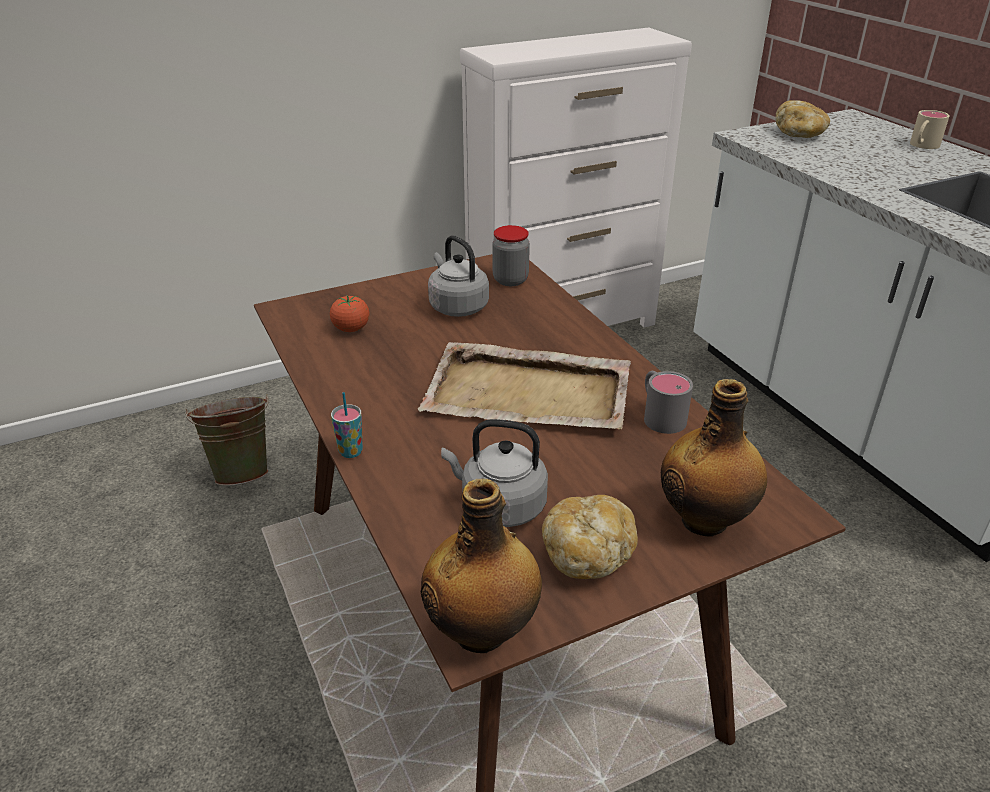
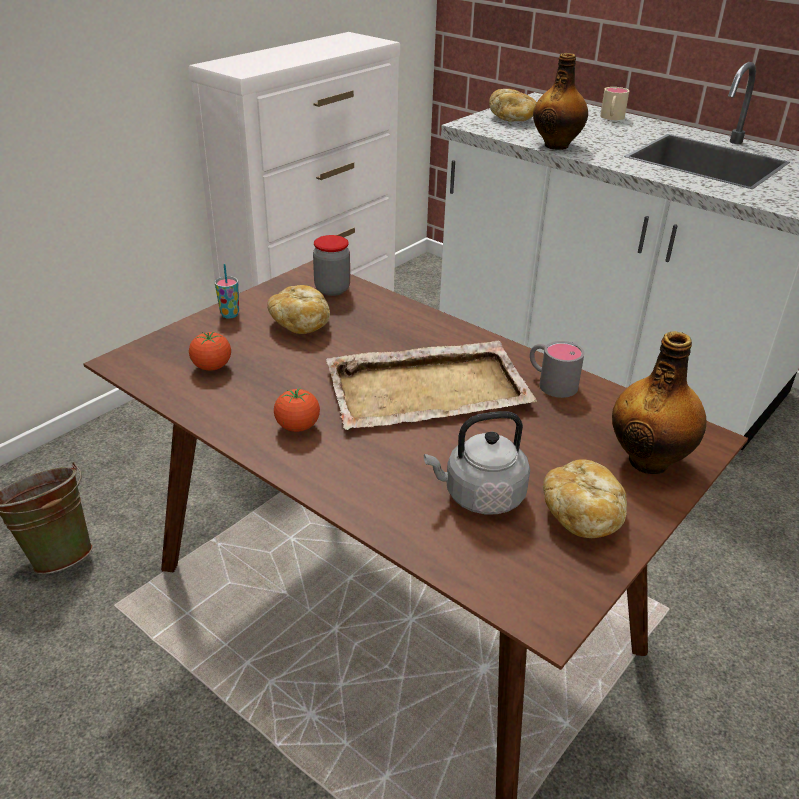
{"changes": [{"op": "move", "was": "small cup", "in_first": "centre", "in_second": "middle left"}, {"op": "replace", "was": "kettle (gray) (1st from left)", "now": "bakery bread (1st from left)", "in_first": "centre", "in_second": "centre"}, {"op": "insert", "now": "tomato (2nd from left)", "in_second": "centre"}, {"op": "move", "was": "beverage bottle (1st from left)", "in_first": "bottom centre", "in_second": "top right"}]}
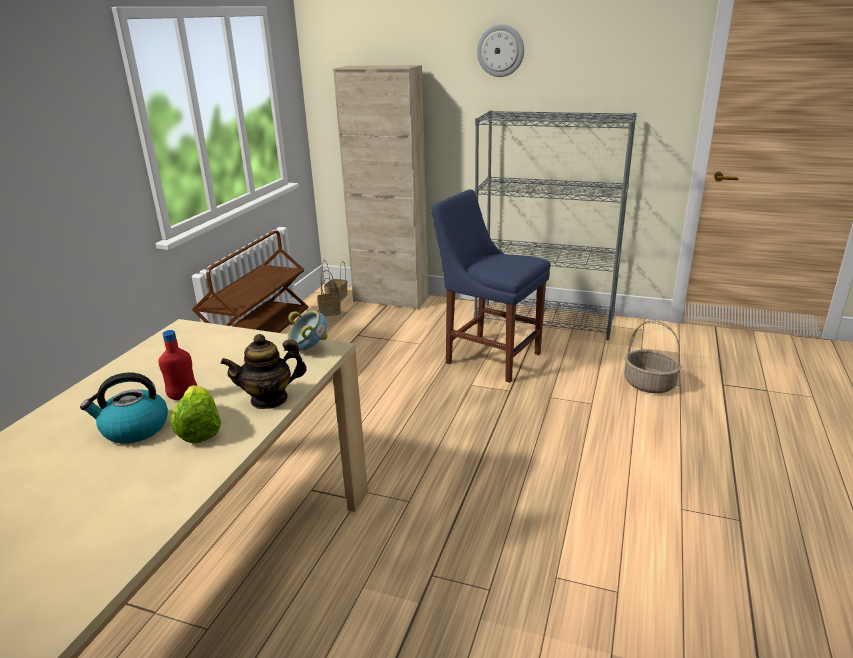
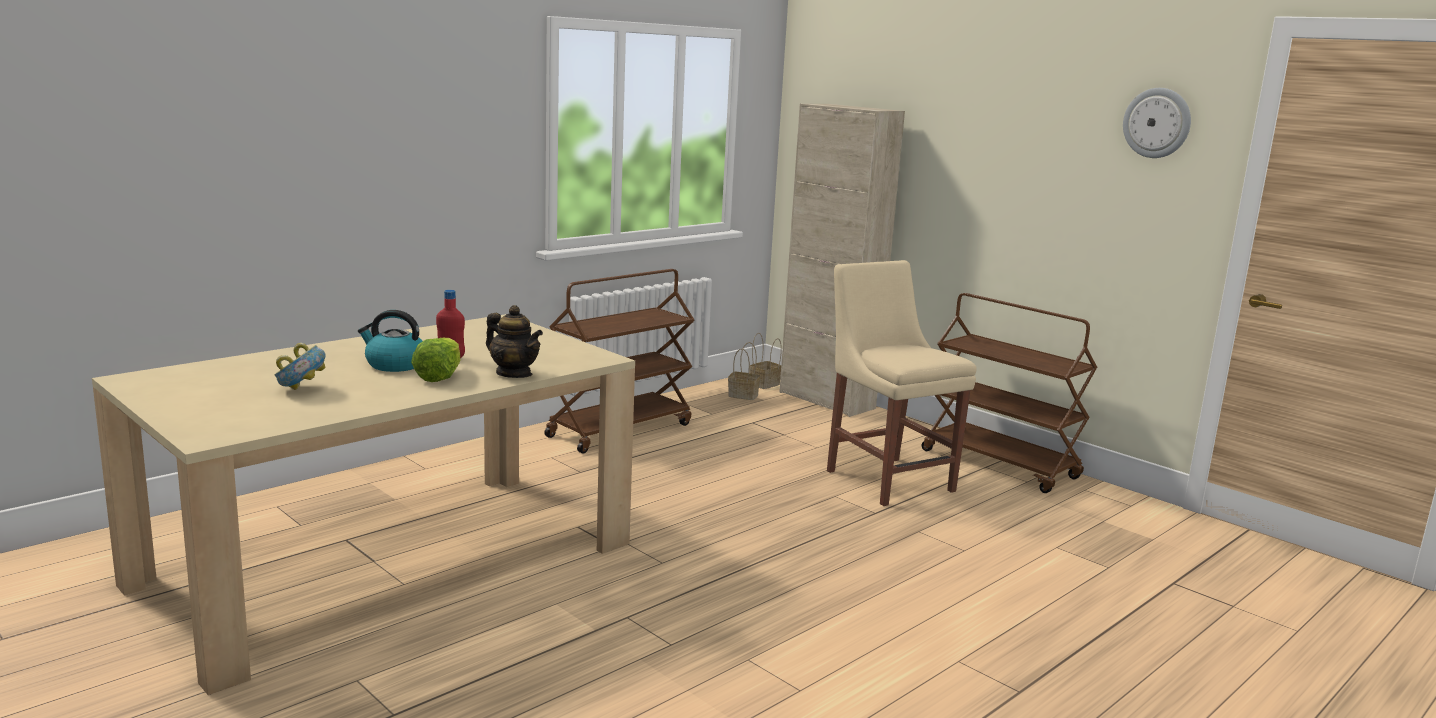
{"changes": [{"op": "move", "was": "serving bowl", "in_first": "centre", "in_second": "middle left"}, {"op": "rotate", "was": "tea pot", "in_first": "middle left", "in_second": "centre", "clockwise": -150}, {"op": "recolor", "was": "chair (blue-coloured)", "now": "chair (sand-coloured)", "in_first": "centre", "in_second": "centre"}, {"op": "replace", "was": "bookcase (gray)", "now": "trolley (brownish) (2nd from left)", "in_first": "centre", "in_second": "middle right"}, {"op": "move", "was": "wall clock", "in_first": "top centre", "in_second": "top right"}, {"op": "delete", "was": "storage basket (3rd from left)", "in_first": "middle right"}]}
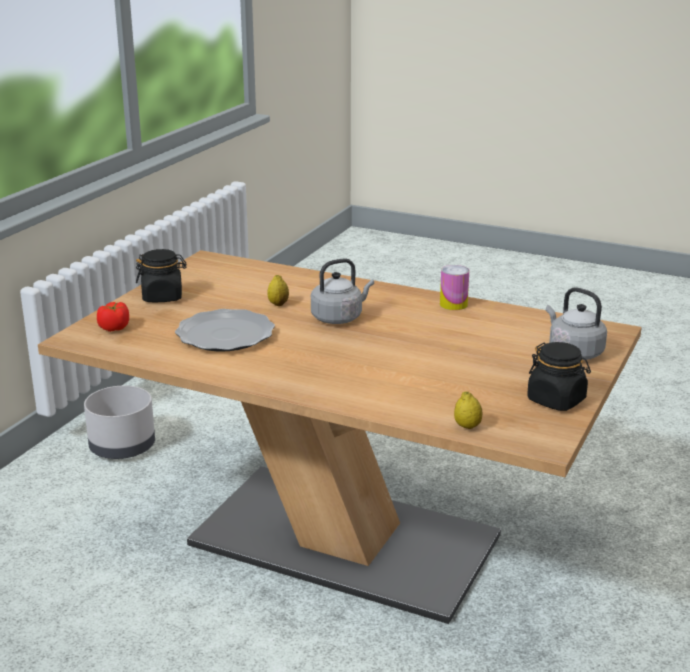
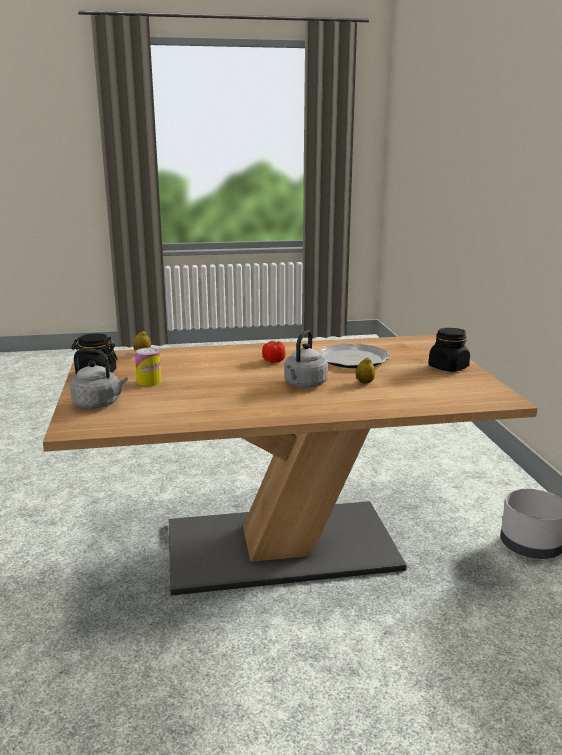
{"changes": [{"op": "move", "was": "can", "in_first": "centre", "in_second": "middle left"}, {"op": "move", "was": "tomato", "in_first": "middle left", "in_second": "centre"}]}
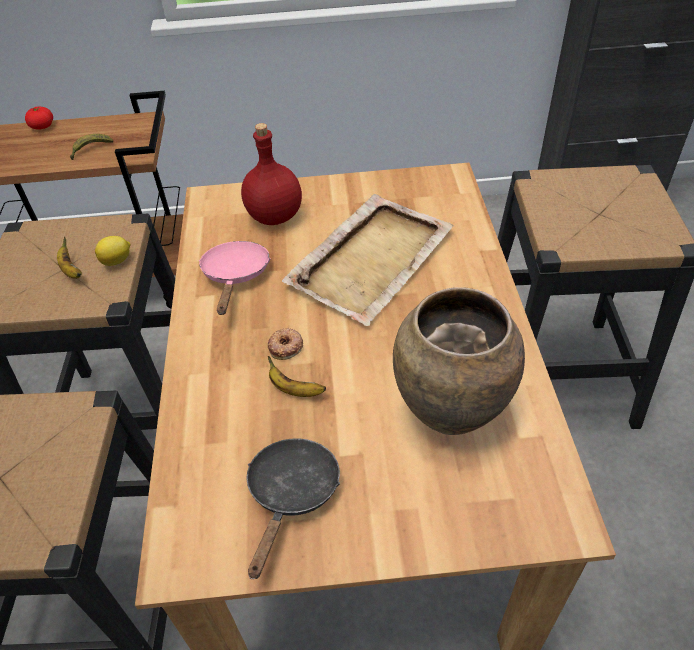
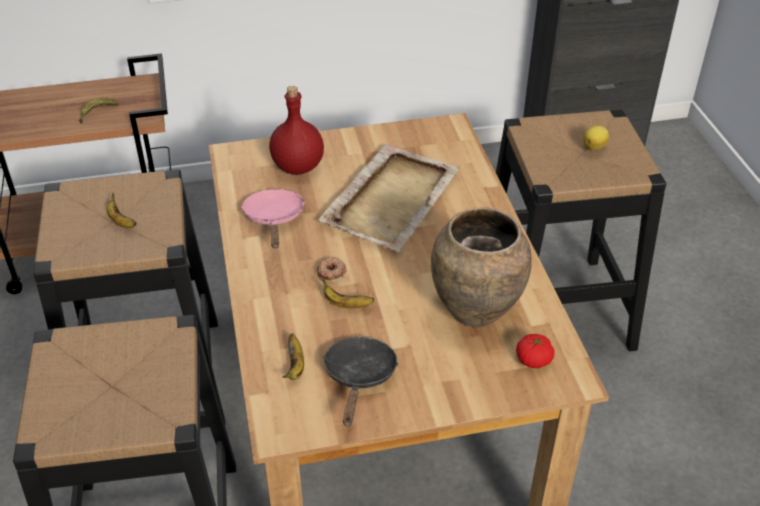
{"changes": [{"op": "insert", "now": "banana fruit (3rd from left)", "in_second": "bottom centre"}, {"op": "move", "was": "tomato", "in_first": "top left", "in_second": "bottom right"}, {"op": "move", "was": "whole lemon", "in_first": "middle left", "in_second": "top right"}]}
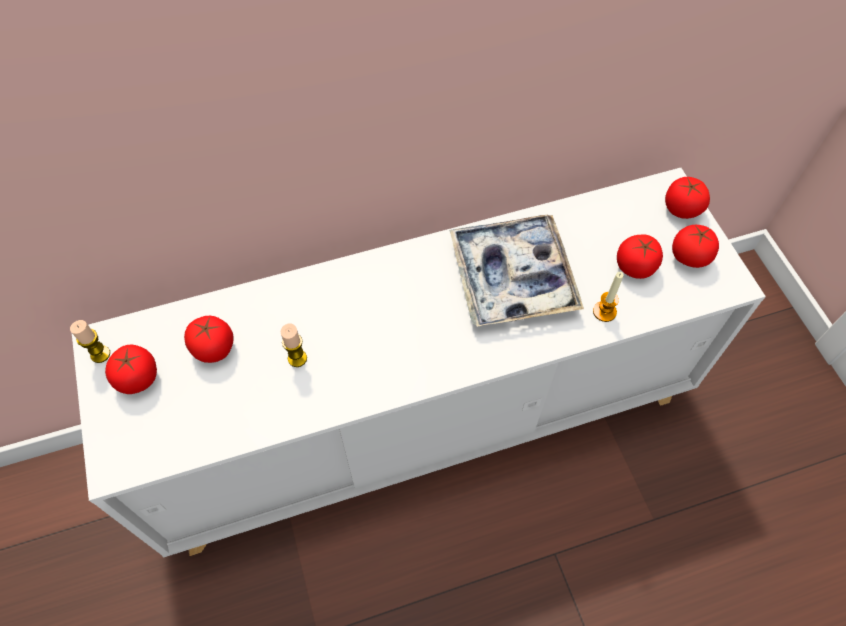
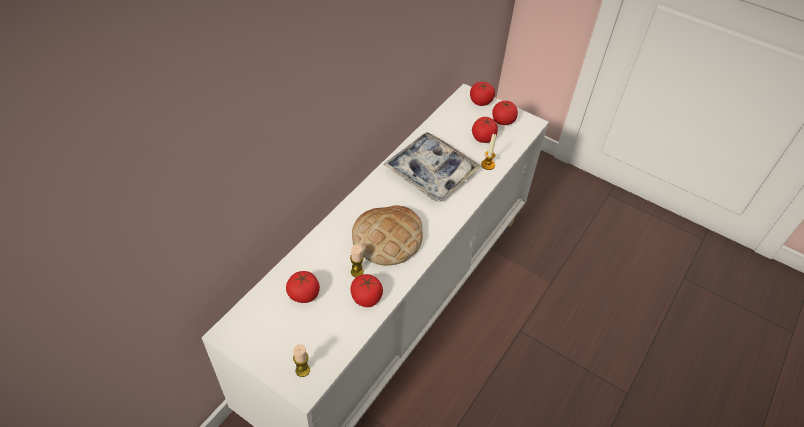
{"changes": [{"op": "move", "was": "wax light (1st from left)", "in_first": "middle left", "in_second": "bottom centre"}, {"op": "move", "was": "tomato (1st from left in the first image)", "now": "tomato (2nd from left)", "in_first": "middle left", "in_second": "bottom centre"}, {"op": "insert", "now": "bakery bread", "in_second": "centre"}]}
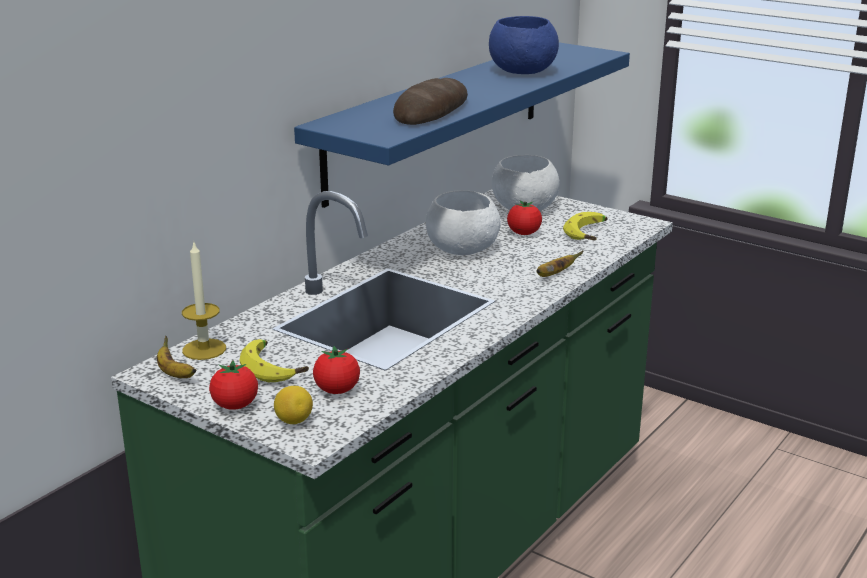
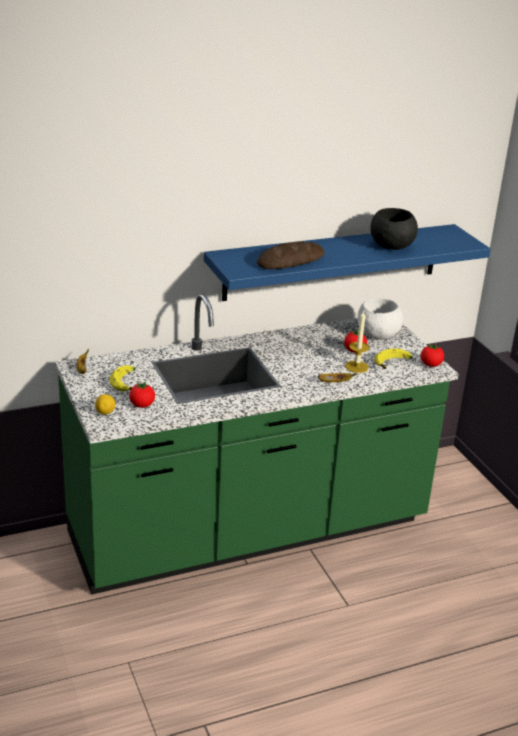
{"changes": [{"op": "move", "was": "wax light", "in_first": "middle left", "in_second": "middle right"}, {"op": "recolor", "was": "serving bowl (blue-coloured)", "now": "serving bowl (black)", "in_first": "top centre", "in_second": "top right"}, {"op": "move", "was": "tomato (1st from left in the first image)", "now": "tomato (3rd from left)", "in_first": "middle left", "in_second": "middle right"}, {"op": "delete", "was": "serving bowl (white) (1st from left)", "in_first": "centre"}]}
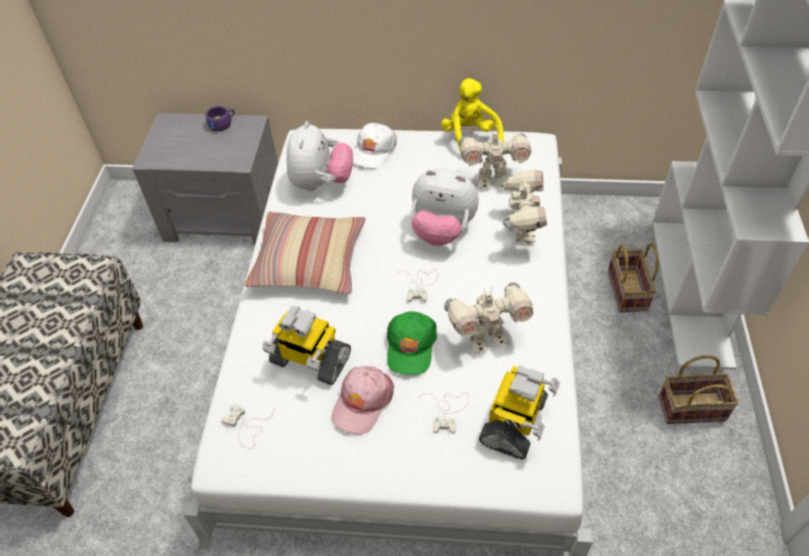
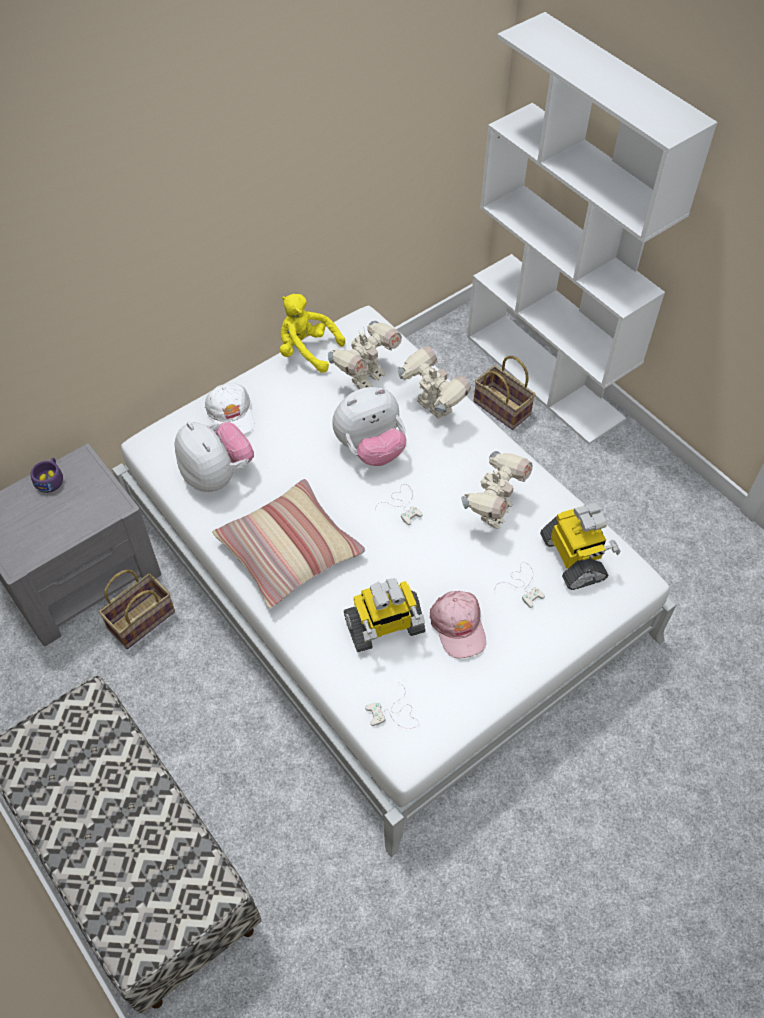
{"changes": [{"op": "move", "was": "storage basket (2nd from left in the first image)", "now": "storage basket (1st from left)", "in_first": "bottom right", "in_second": "middle left"}, {"op": "delete", "was": "baseball cap (greenish)", "in_first": "centre"}]}
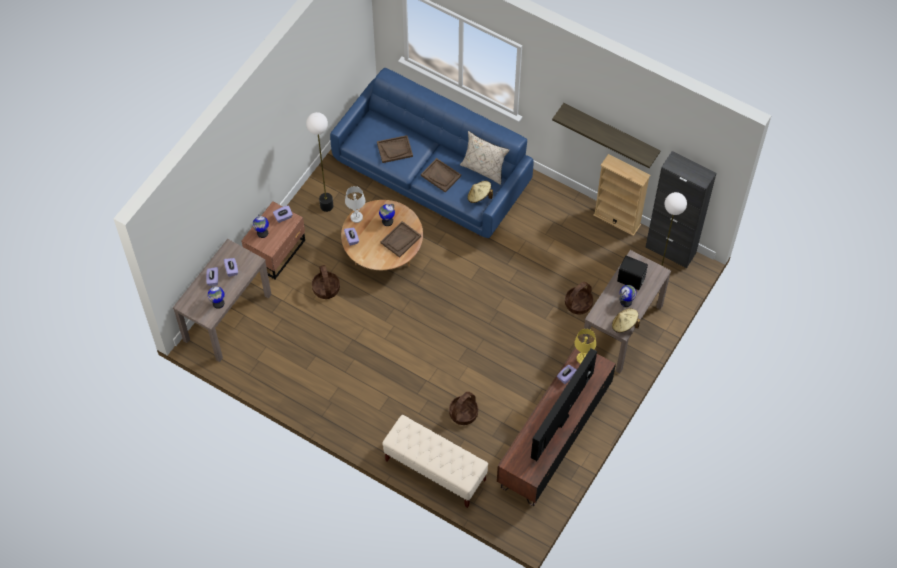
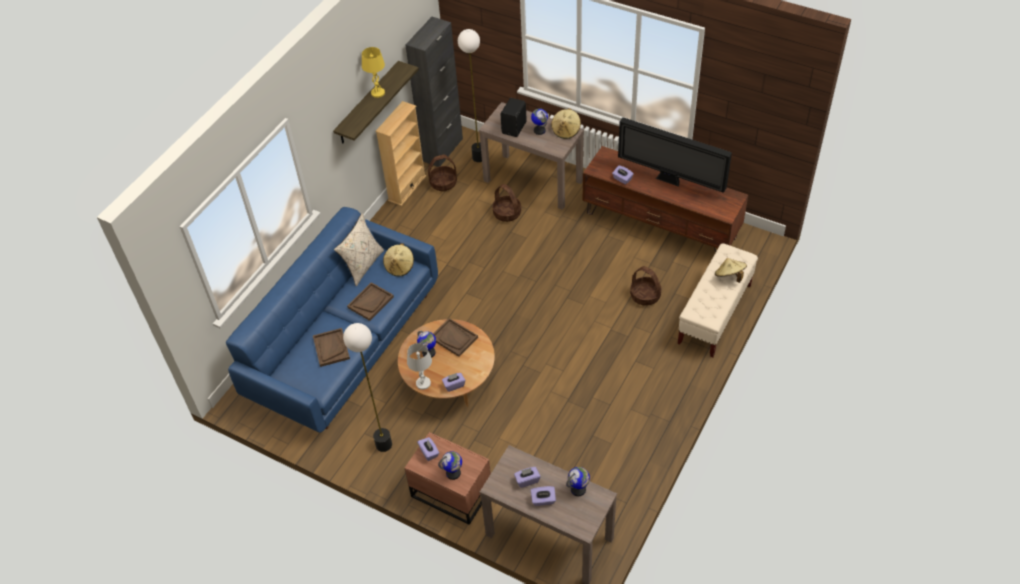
{"changes": [{"op": "move", "was": "tabletop lamp (yellow)", "in_first": "centre", "in_second": "top centre"}, {"op": "move", "was": "storage basket (1st from left)", "in_first": "centre", "in_second": "top centre"}, {"op": "insert", "now": "hat (sand-coloured) (3rd from left)", "in_second": "middle right"}]}
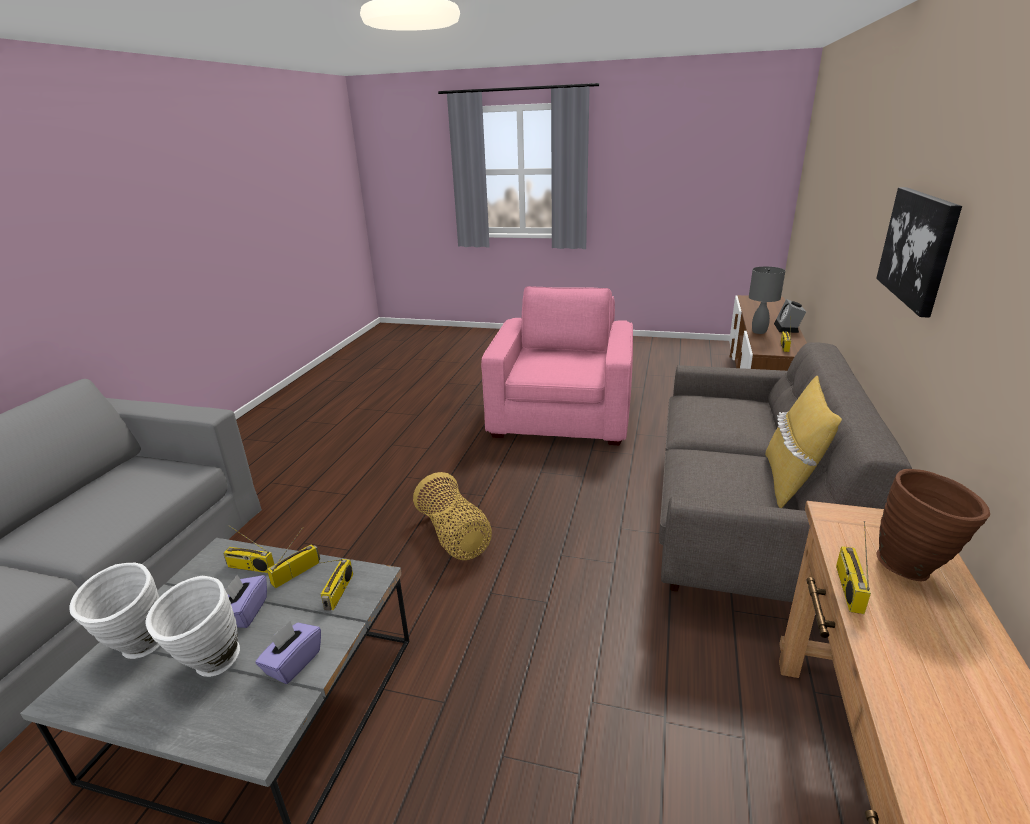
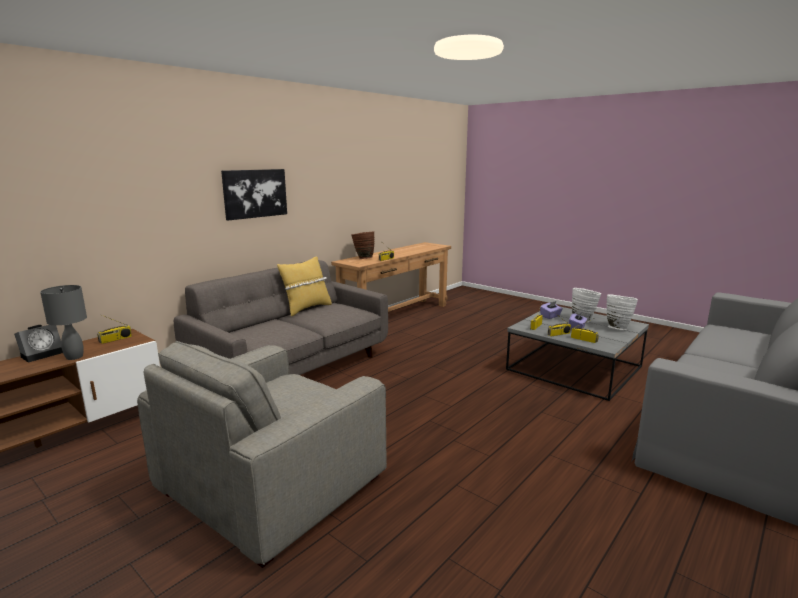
{"changes": [{"op": "recolor", "was": "armchair (pink)", "now": "armchair (gray)", "in_first": "centre", "in_second": "bottom left"}, {"op": "delete", "was": "storage basket", "in_first": "centre"}]}
